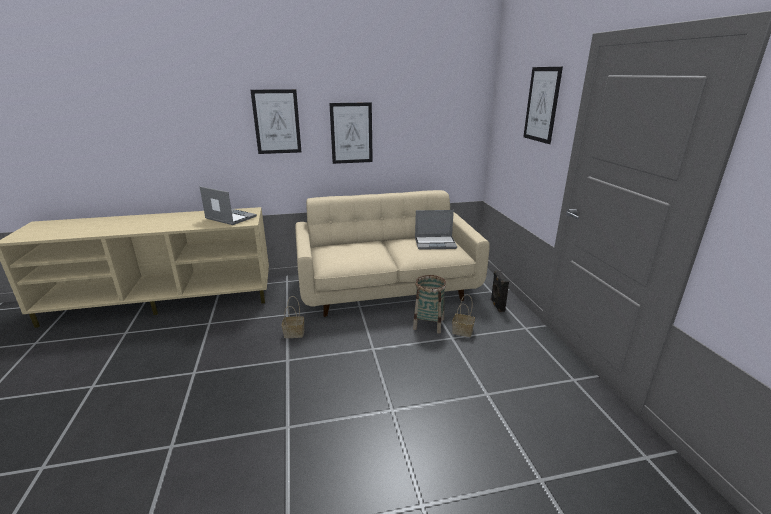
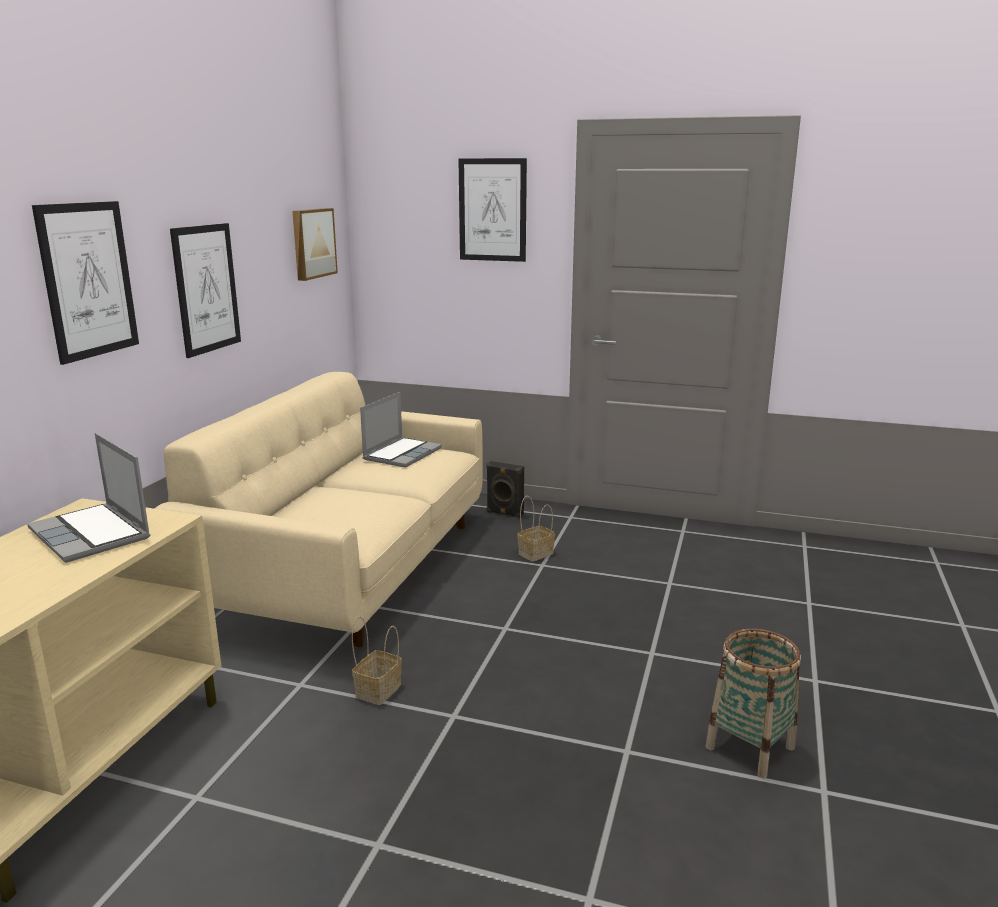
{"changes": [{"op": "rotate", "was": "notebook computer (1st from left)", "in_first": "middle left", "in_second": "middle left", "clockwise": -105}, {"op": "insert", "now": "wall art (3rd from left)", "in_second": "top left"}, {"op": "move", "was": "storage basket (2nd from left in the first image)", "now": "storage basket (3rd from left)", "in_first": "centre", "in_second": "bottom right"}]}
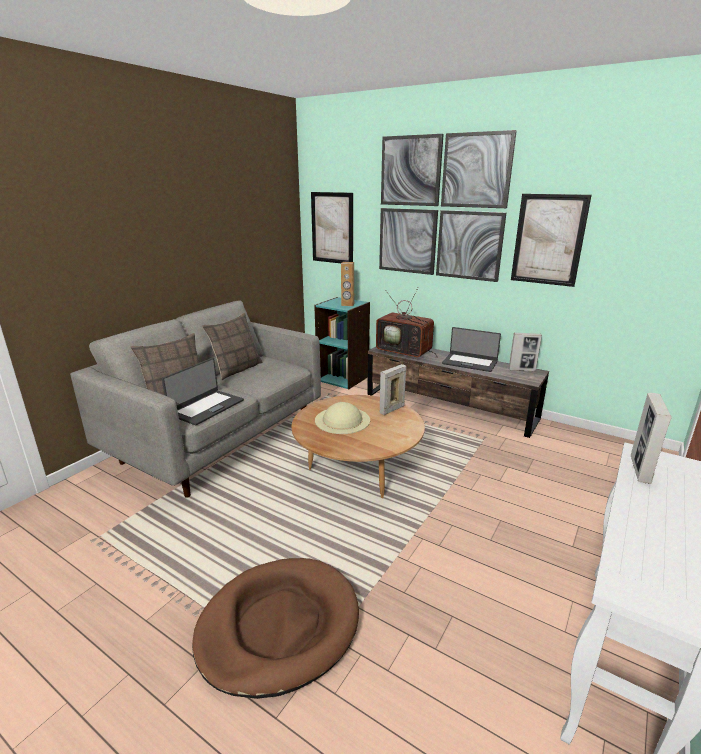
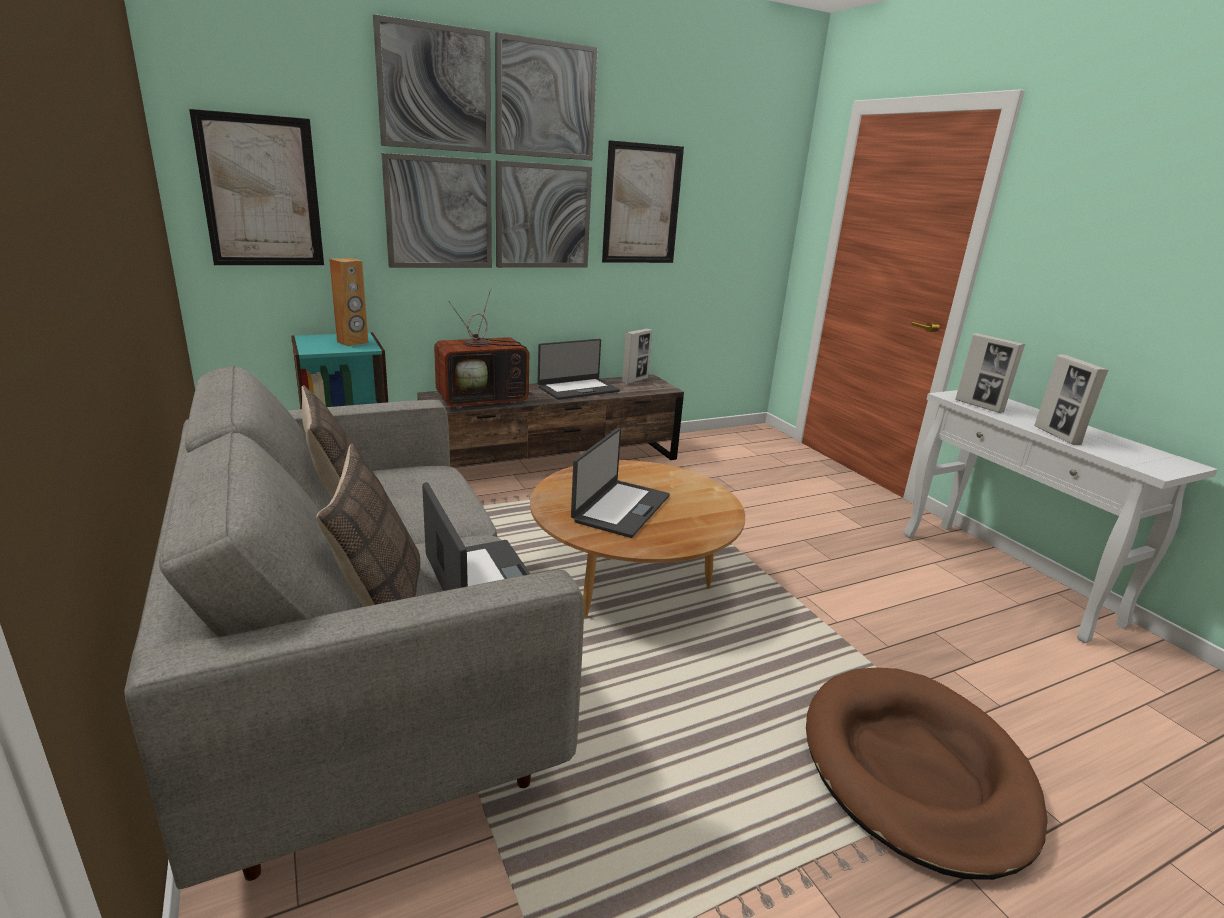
{"changes": [{"op": "replace", "was": "hat (sand-coloured)", "now": "notebook computer (3rd from left)", "in_first": "centre", "in_second": "centre"}, {"op": "move", "was": "photo frame (1st from left in the first image)", "now": "photo frame (3rd from left)", "in_first": "centre", "in_second": "middle right"}]}
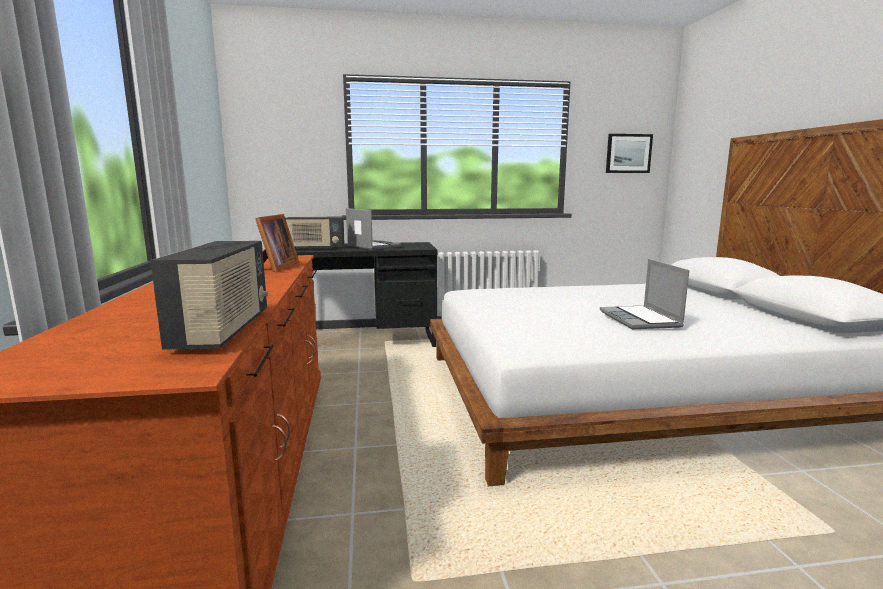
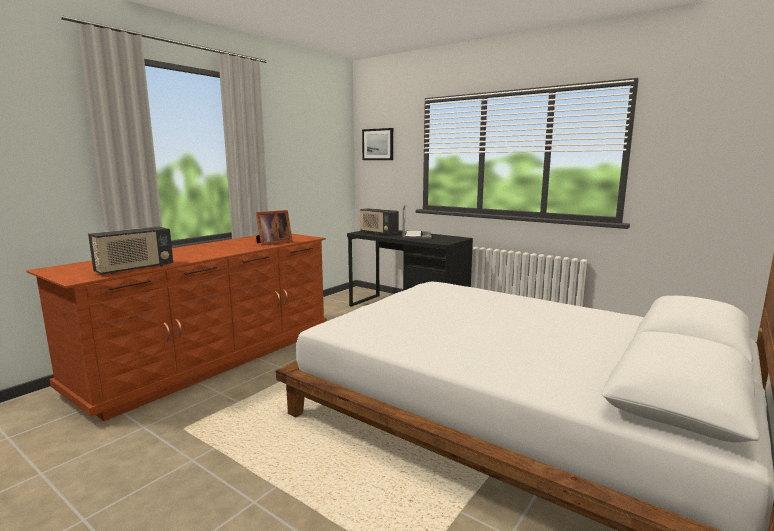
{"changes": [{"op": "move", "was": "wall art", "in_first": "top right", "in_second": "top centre"}, {"op": "delete", "was": "notebook computer (2nd from left)", "in_first": "middle right"}]}
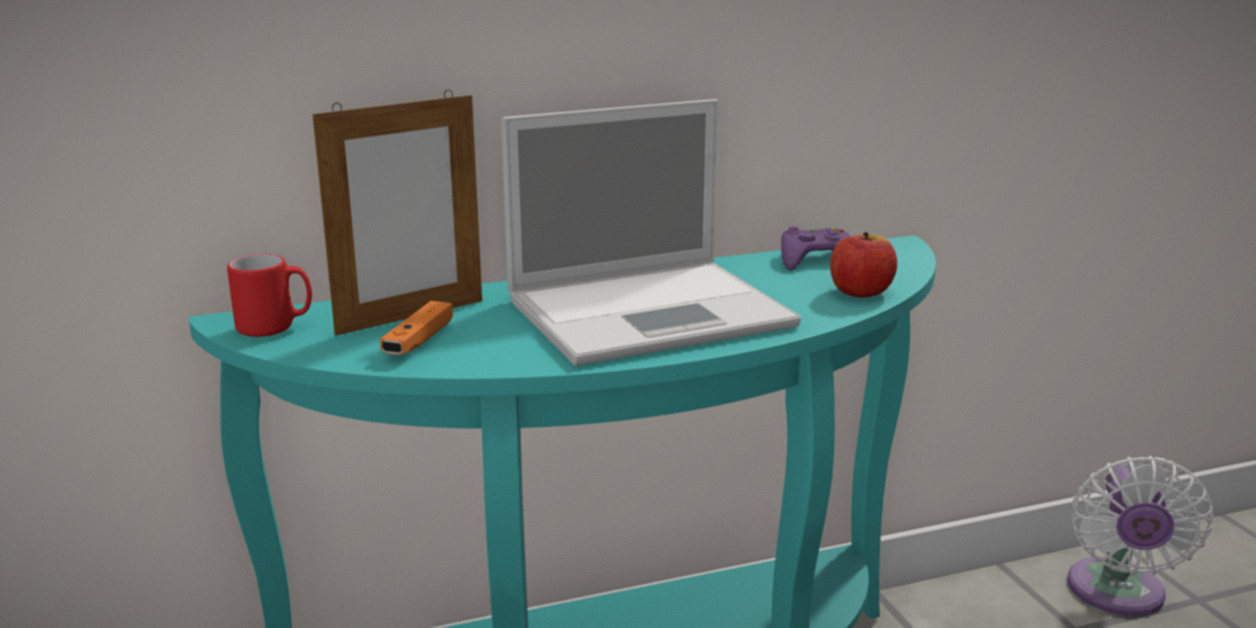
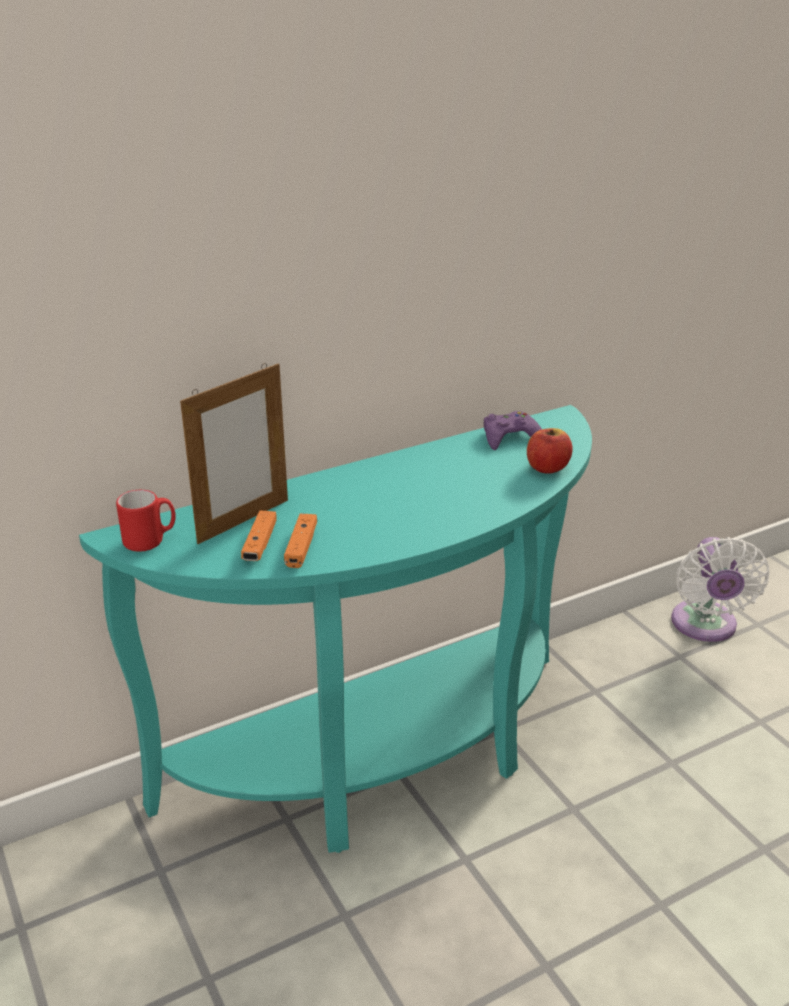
{"changes": [{"op": "insert", "now": "joypad (orange) (2nd from left)", "in_second": "centre"}, {"op": "delete", "was": "notebook computer", "in_first": "centre"}]}
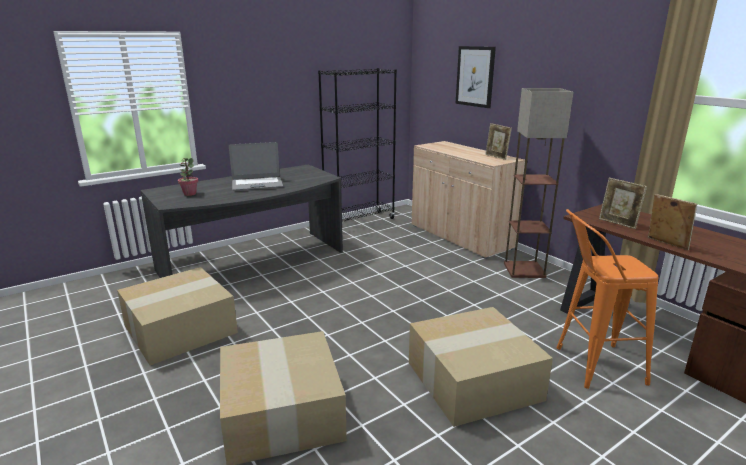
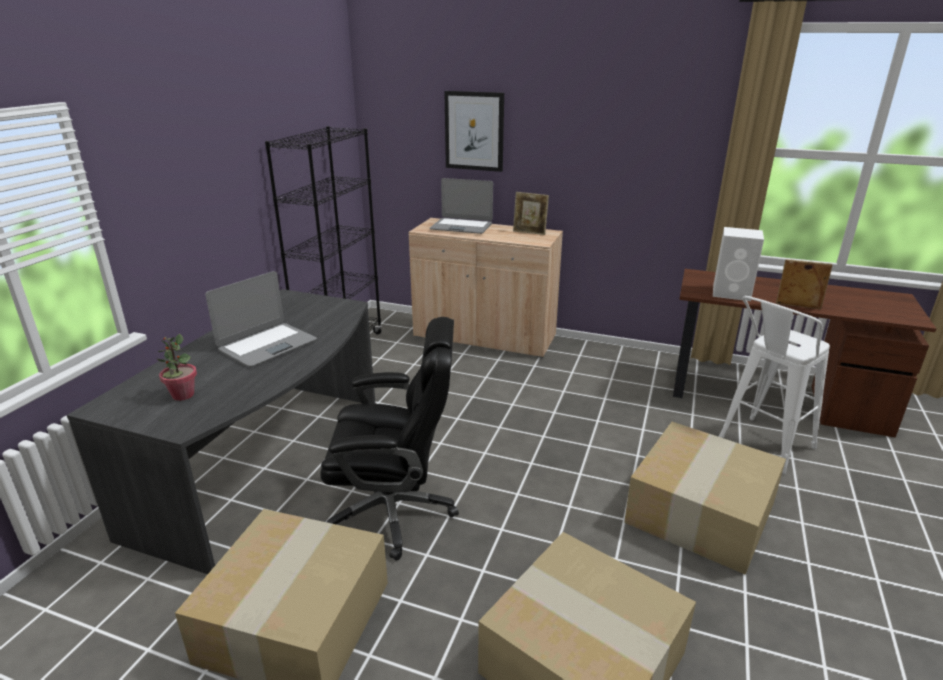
{"changes": [{"op": "insert", "now": "office chair (black)", "in_second": "centre"}, {"op": "insert", "now": "notebook computer (2nd from left)", "in_second": "top centre"}, {"op": "replace", "was": "photo frame (2nd from left)", "now": "loudspeaker (white)", "in_first": "middle right", "in_second": "middle right"}, {"op": "recolor", "was": "stool seat (orange)", "now": "stool seat (white)", "in_first": "middle right", "in_second": "middle right"}, {"op": "delete", "was": "standard lamp", "in_first": "middle right"}]}
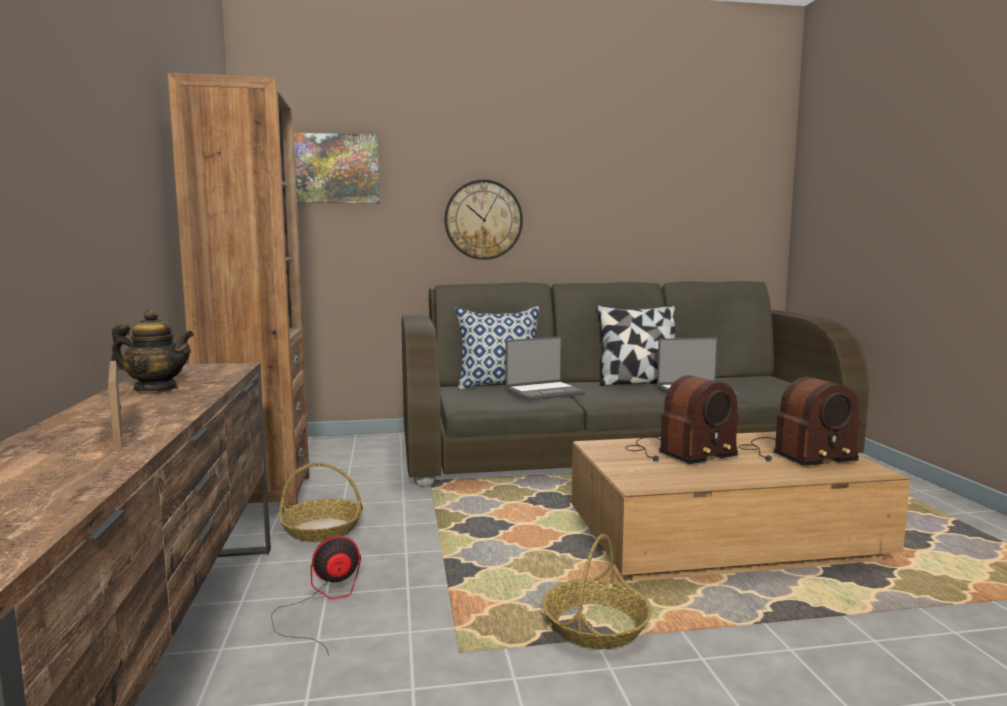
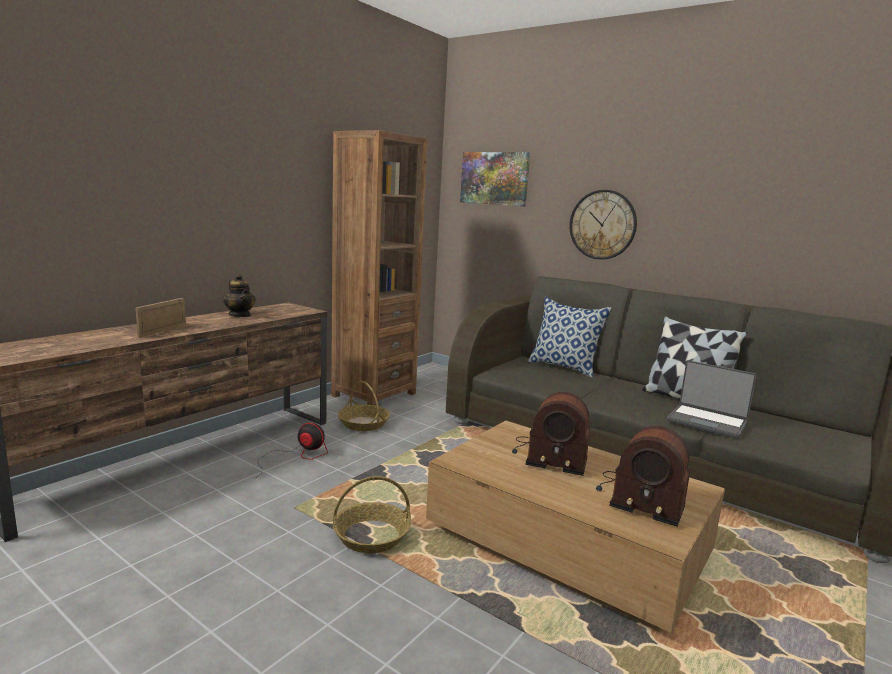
{"changes": [{"op": "delete", "was": "notebook computer (1st from left)", "in_first": "centre"}]}
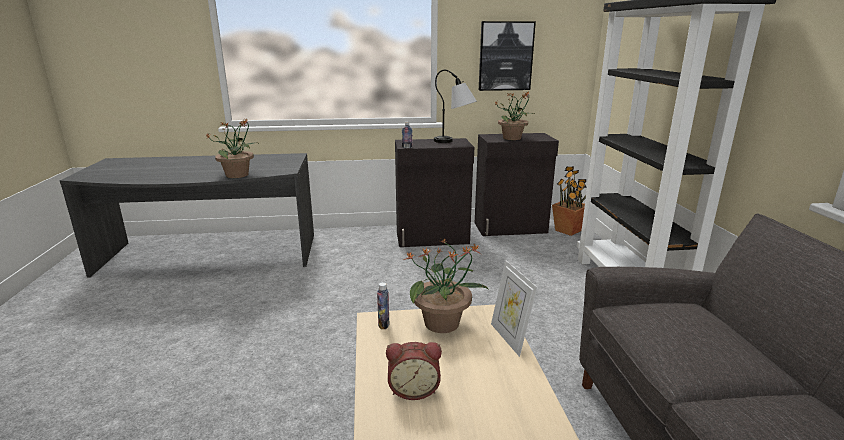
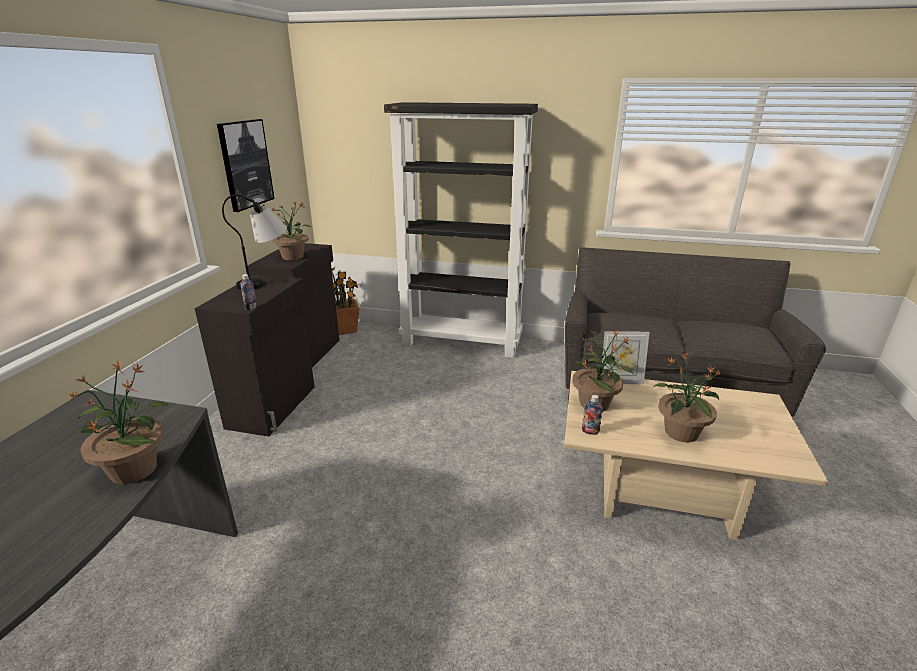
{"changes": [{"op": "replace", "was": "bedside clock", "now": "houseplant (5th from left)", "in_first": "bottom centre", "in_second": "middle right"}]}
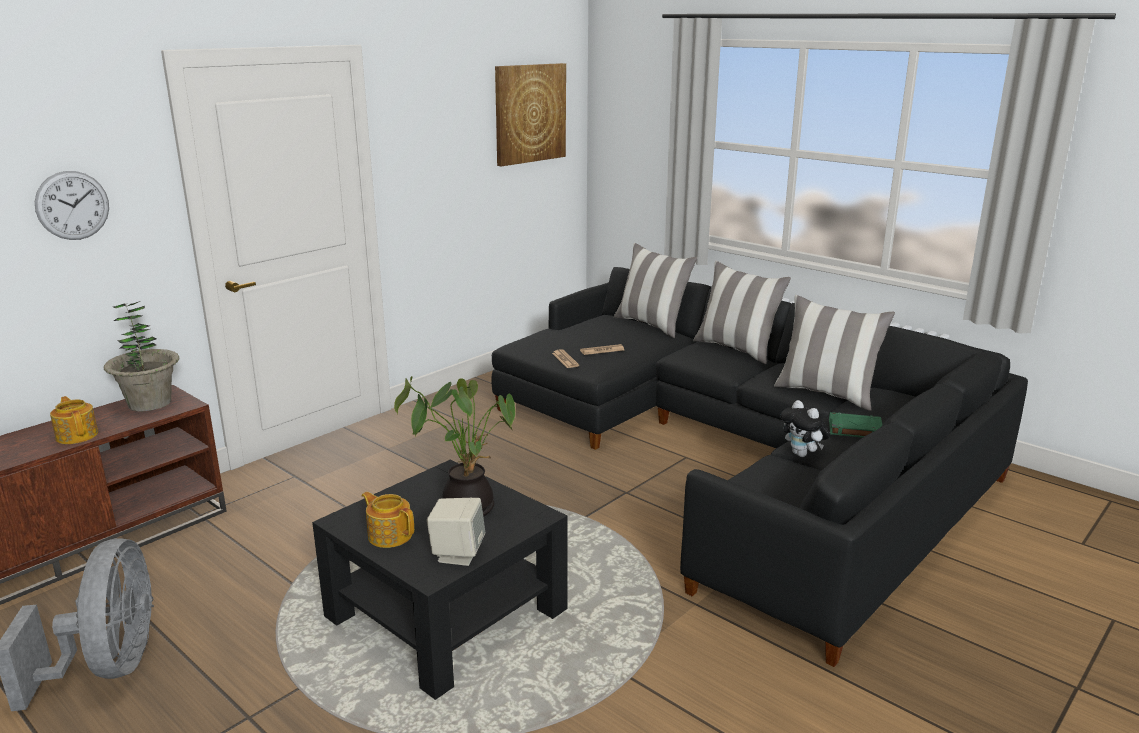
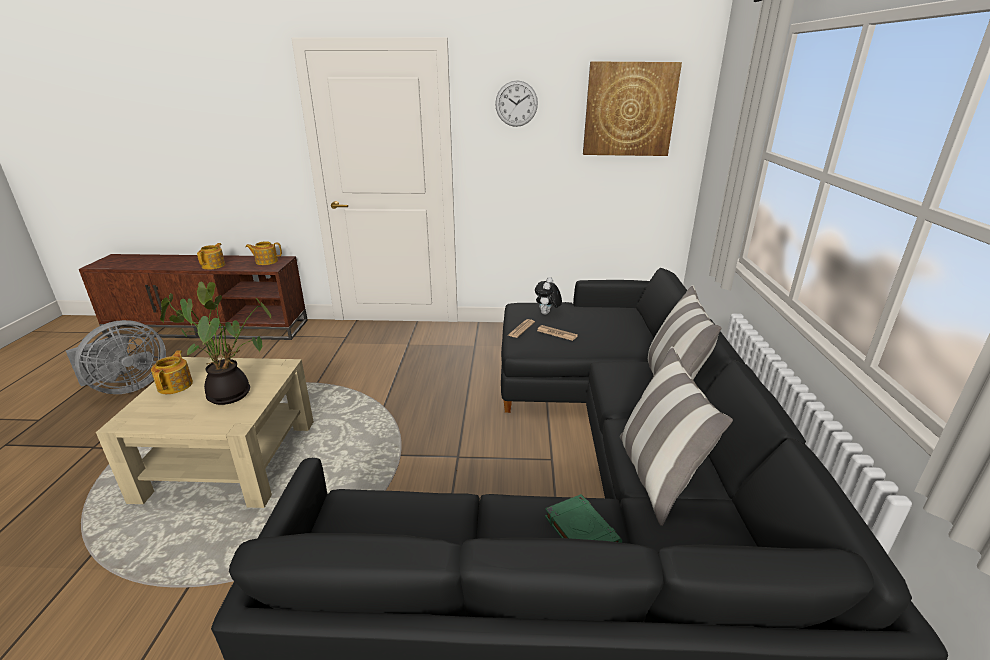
{"changes": [{"op": "recolor", "was": "low table (black)", "now": "low table (sand-coloured)", "in_first": "bottom centre", "in_second": "middle left"}, {"op": "replace", "was": "houseplant (1st from left)", "now": "tea pot (3rd from left)", "in_first": "middle left", "in_second": "middle left"}, {"op": "move", "was": "wall clock", "in_first": "top left", "in_second": "top centre"}, {"op": "move", "was": "soft toy", "in_first": "middle right", "in_second": "centre"}, {"op": "delete", "was": "loudspeaker (sand-coloured)", "in_first": "bottom centre"}, {"op": "delete", "was": "pillow (1st from left)", "in_first": "centre"}]}
